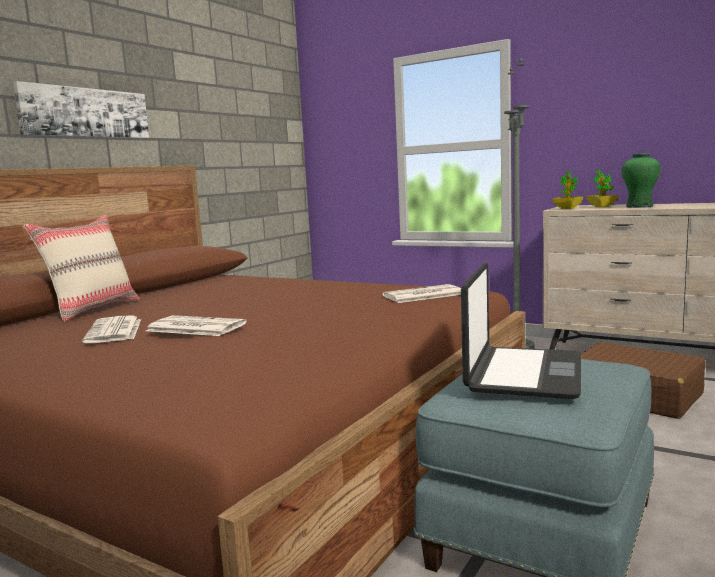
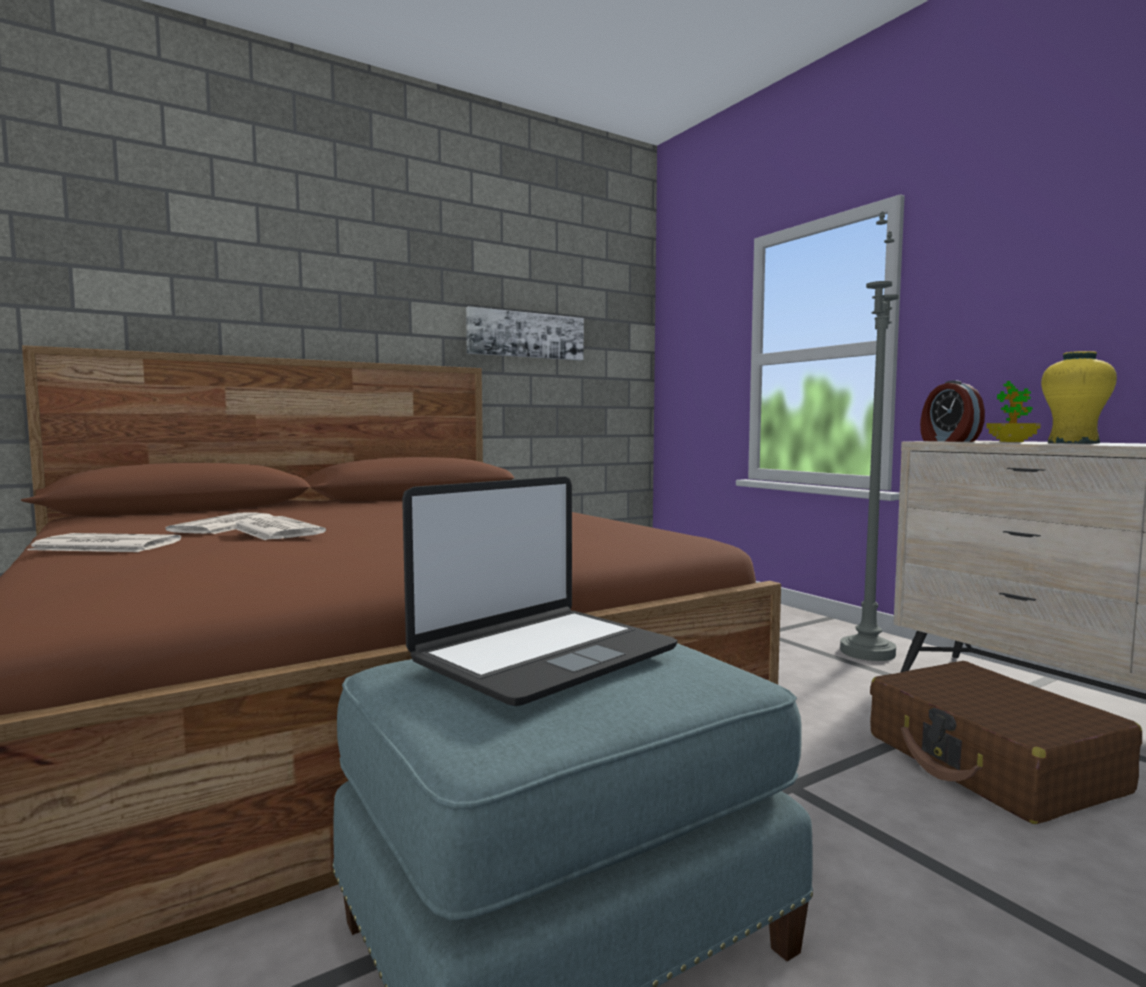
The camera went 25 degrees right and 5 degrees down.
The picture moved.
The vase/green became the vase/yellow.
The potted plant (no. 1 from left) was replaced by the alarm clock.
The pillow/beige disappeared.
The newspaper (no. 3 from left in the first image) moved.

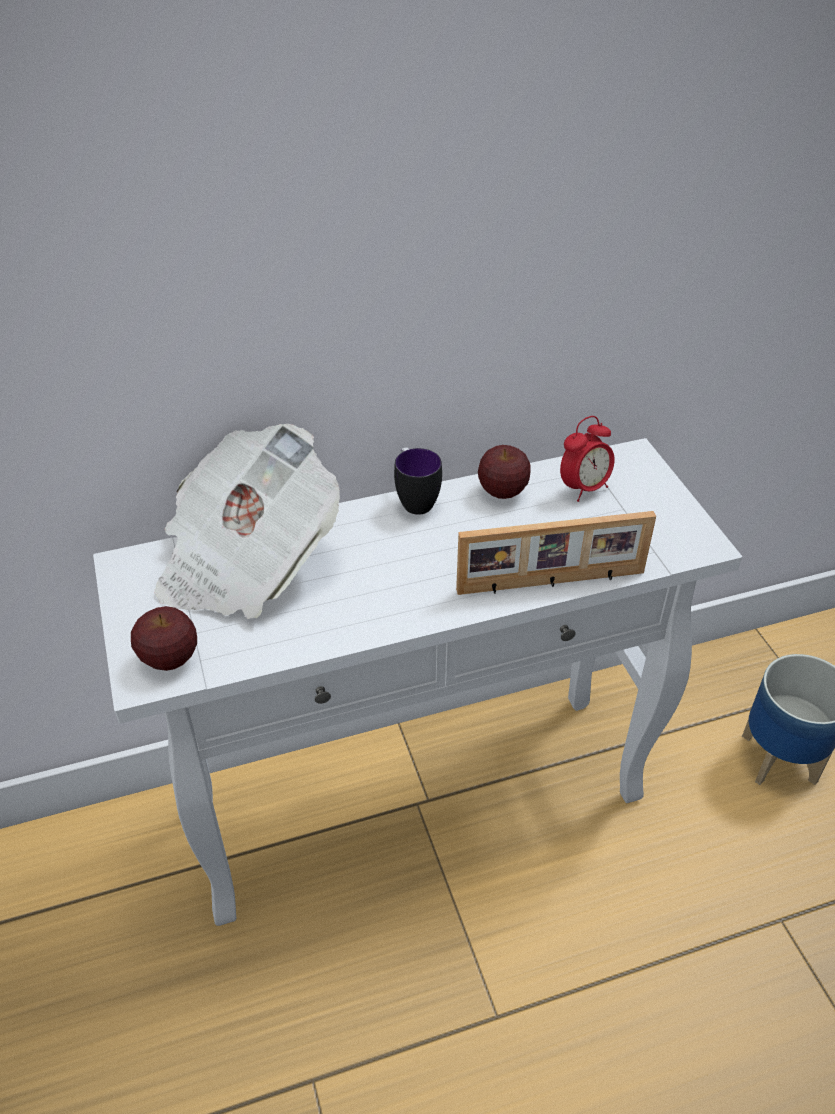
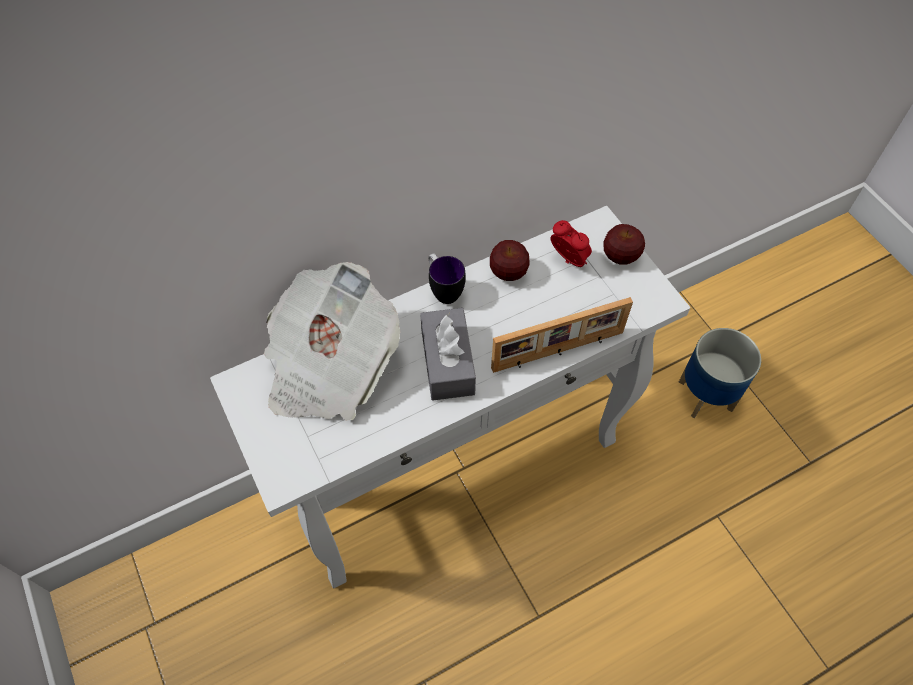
The camera went 10 degrees left and 15 degrees up.
The alarm clock turned 90 degrees counterclockwise.
The apple (no. 1 from left in the first image) moved.
The tissue box/grey appeared.

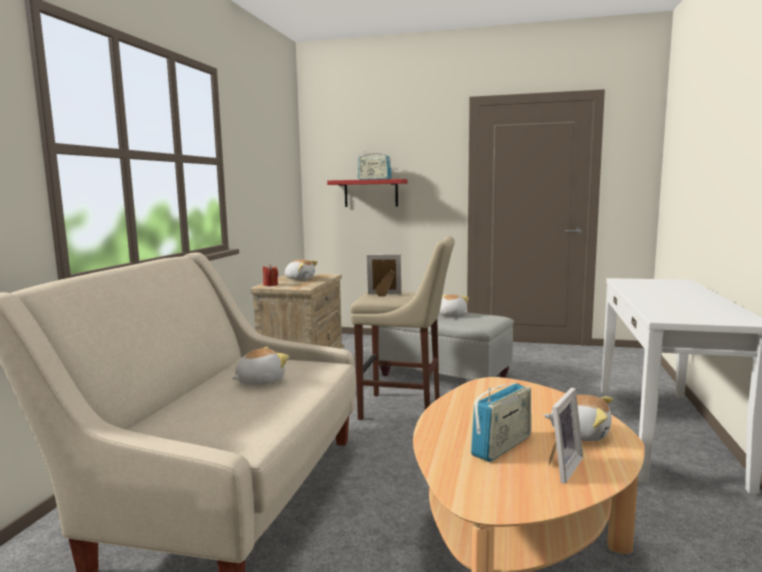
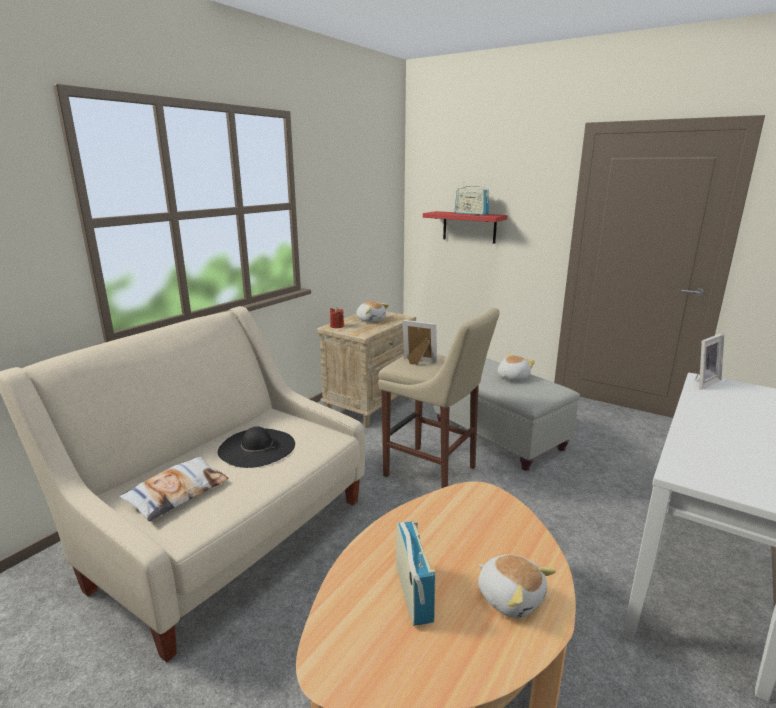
The camera went 20 degrees right and 10 degrees up.
The plush toy (no. 1 from left) was replaced by the hat/black.
The radio (no. 2 from left in the first image) turned 75 degrees counterclockwise.
The picture frame (no. 2 from left) moved.
The pillow appeared.

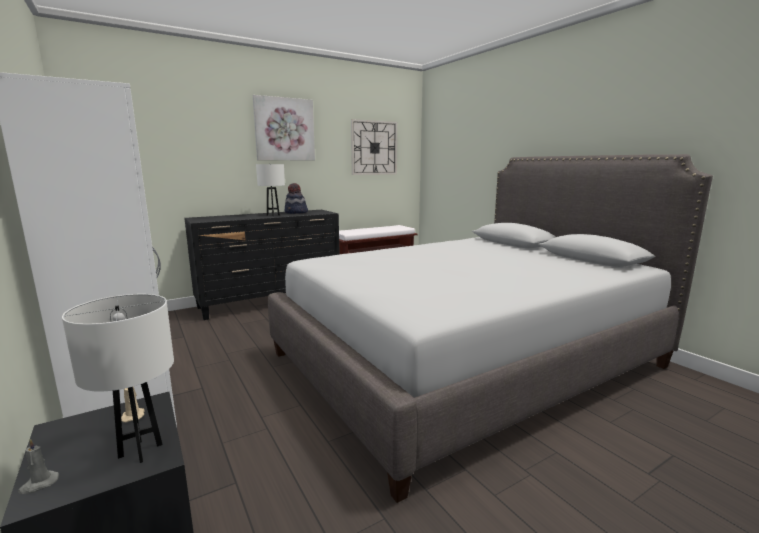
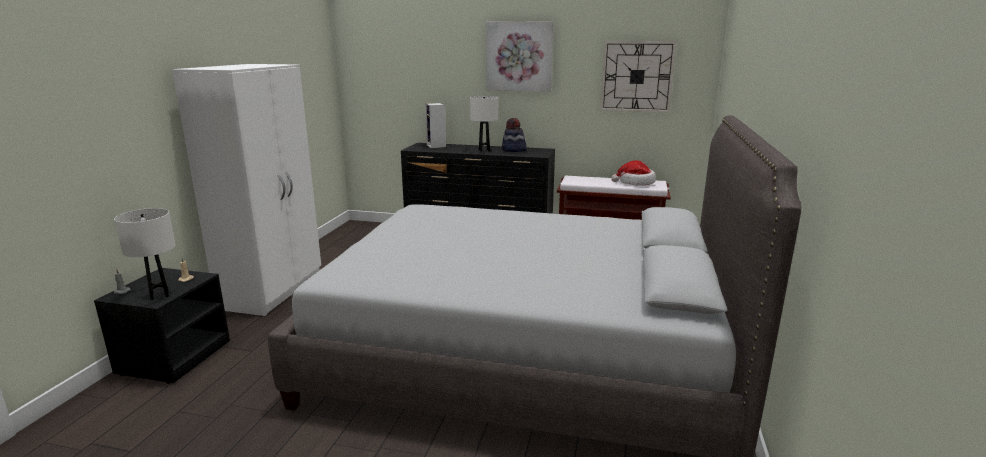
The camera went 45 degrees right and 5 degrees up.
The speaker appeared.
The hat (no. 2 from left) appeared.

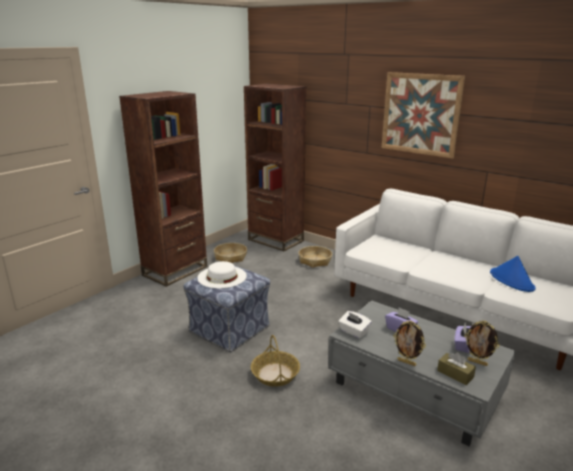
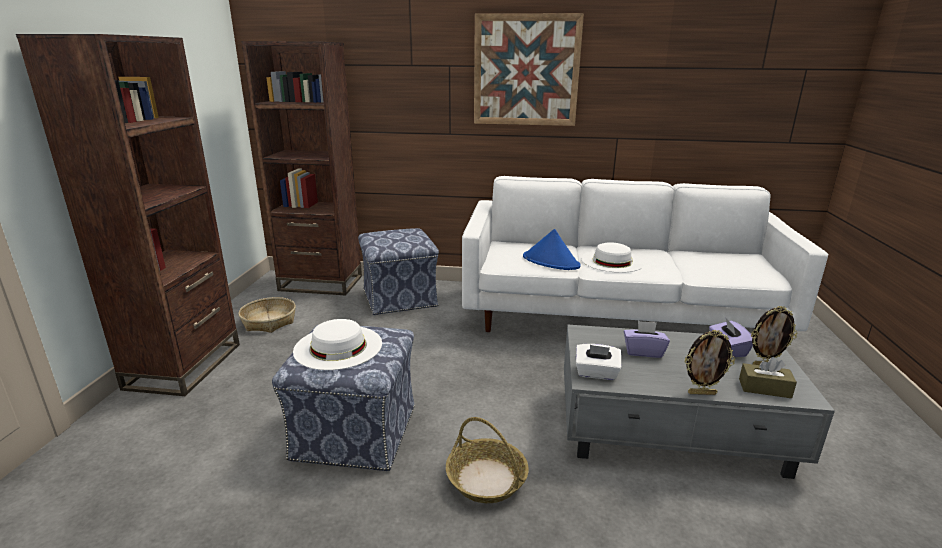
The camera went 30 degrees left and 0 degrees up.
The basket (no. 3 from left) was replaced by the ottoman (no. 2 from left).
The hat/blue moved.
The hat/white (no. 2 from left) appeared.

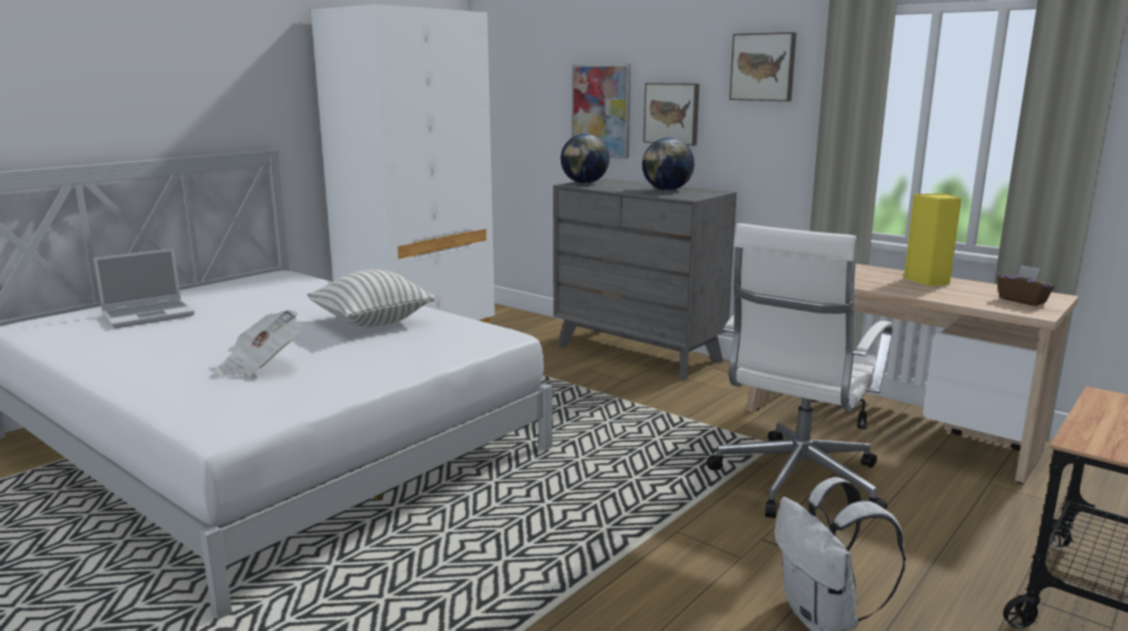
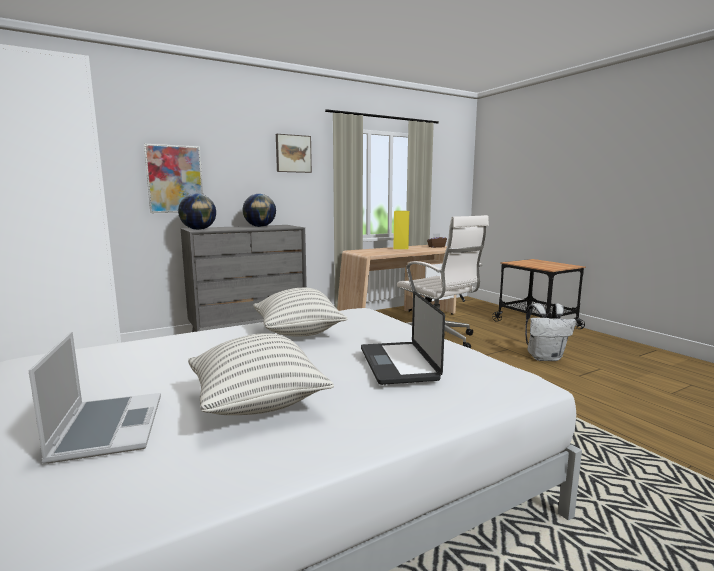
The camera went 70 degrees left and 5 degrees down.
The picture (no. 2 from left) disappeared.
The newspaper was replaced by the laptop (no. 2 from left).
The pillow (no. 1 from left) appeared.

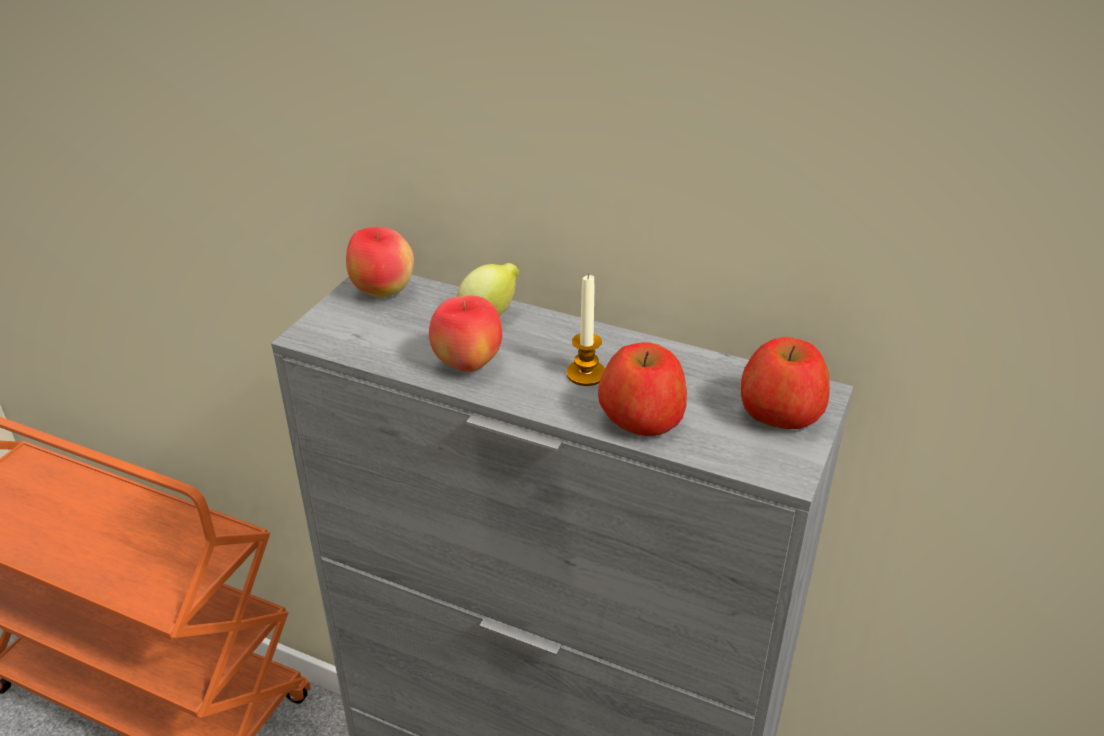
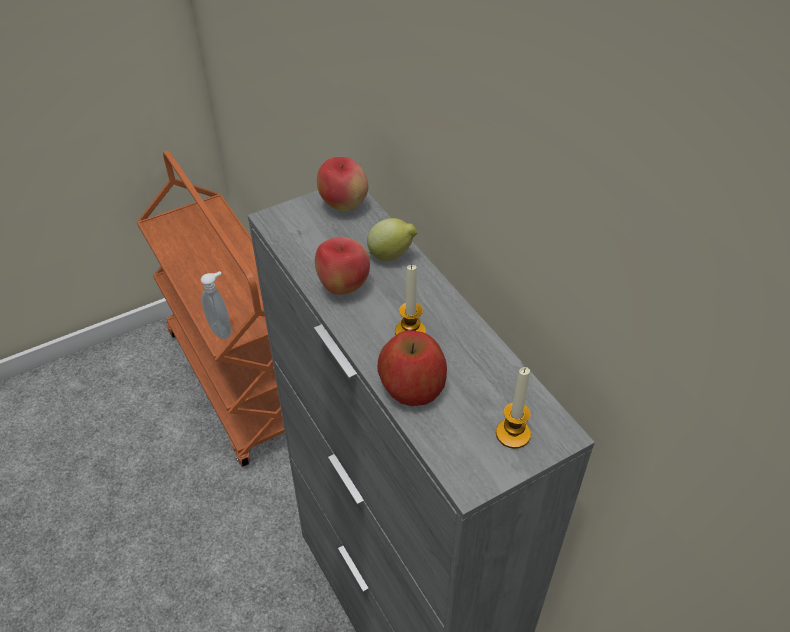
The camera went 35 degrees right and 10 degrees up.
The apple (no. 4 from left) was replaced by the candle (no. 2 from left).
The soap dispenser appeared.

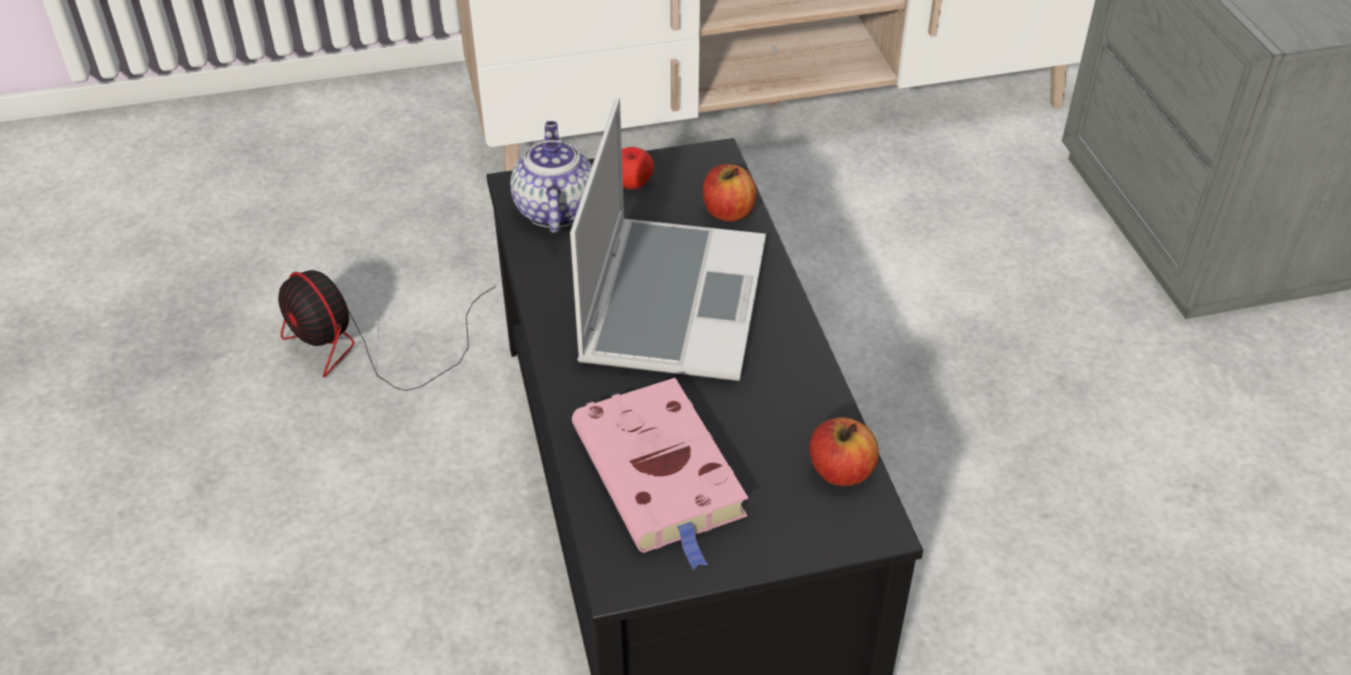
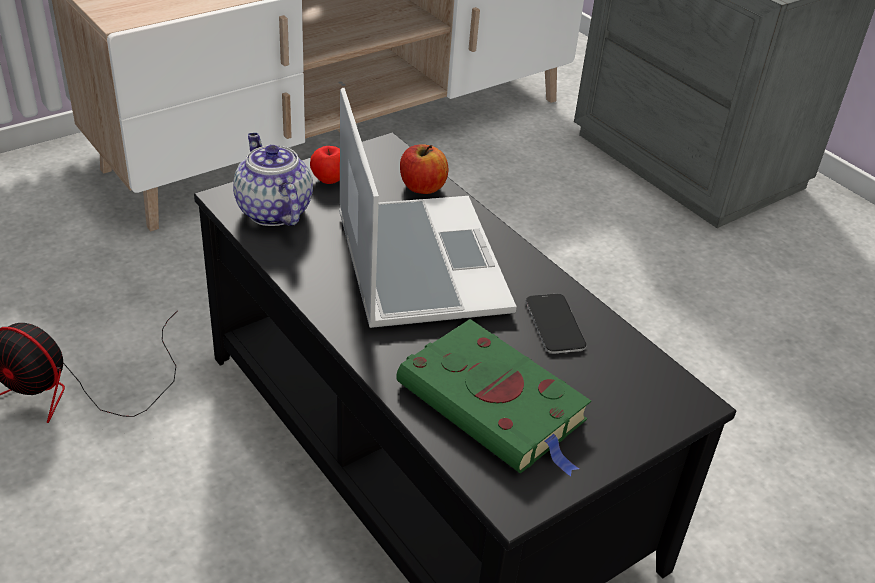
The camera went 25 degrees left and 5 degrees down.
The book/pink became the book/green.
The apple (no. 3 from left) disappeared.
The phone appeared.

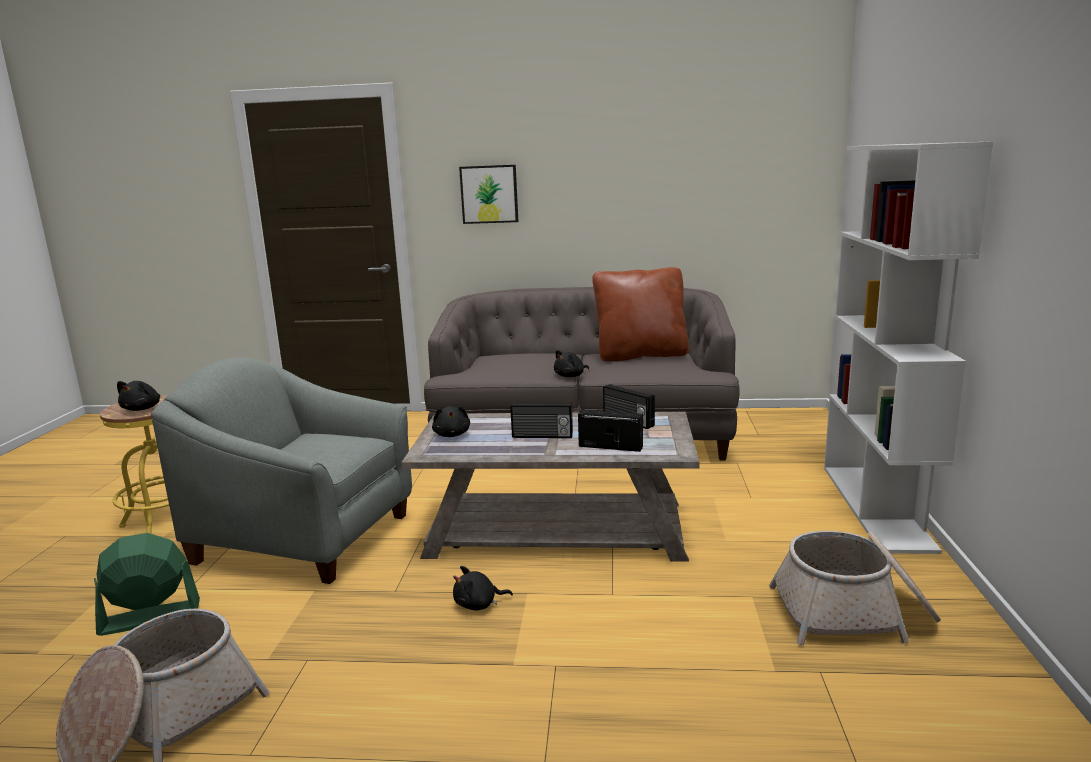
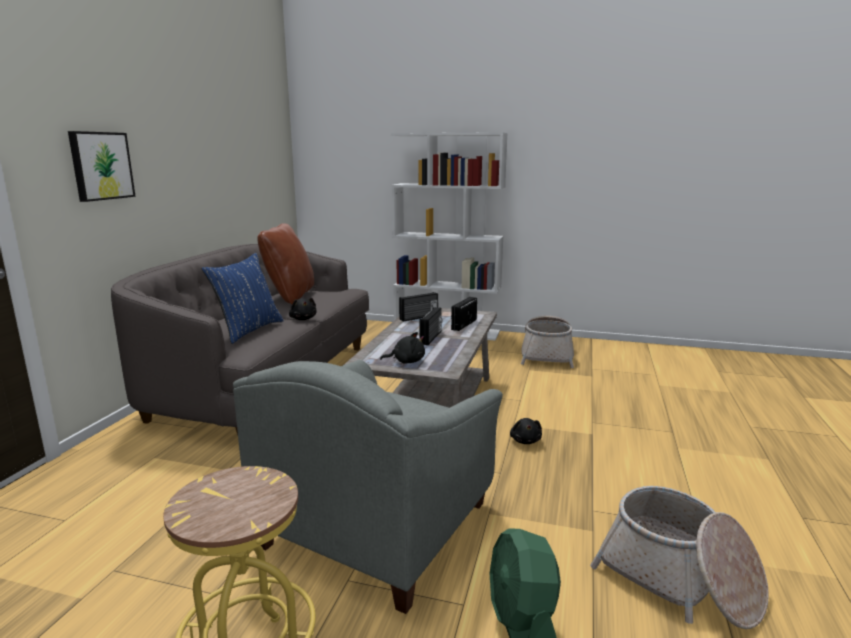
The camera went 80 degrees left and 0 degrees up.
The plush toy/black (no. 1 from left) disappeared.
The pillow/blue appeared.

